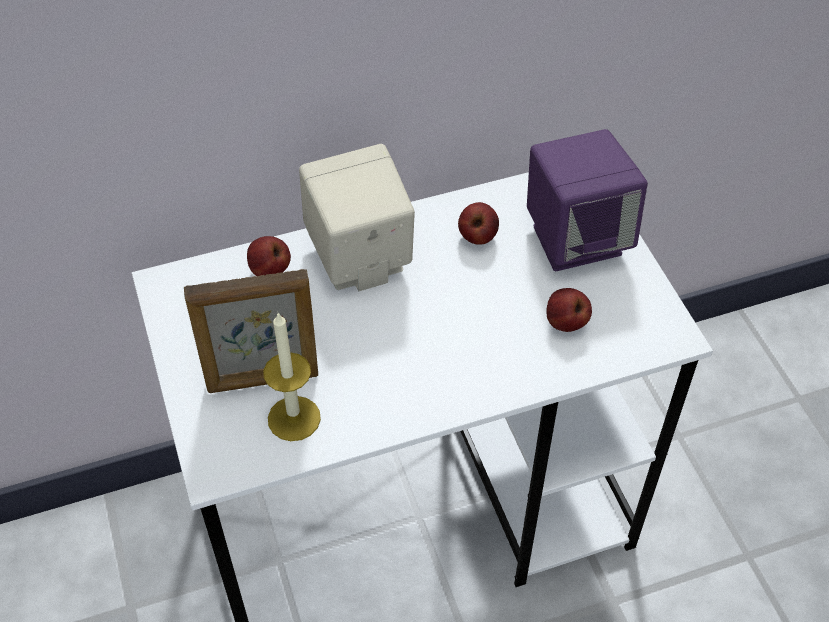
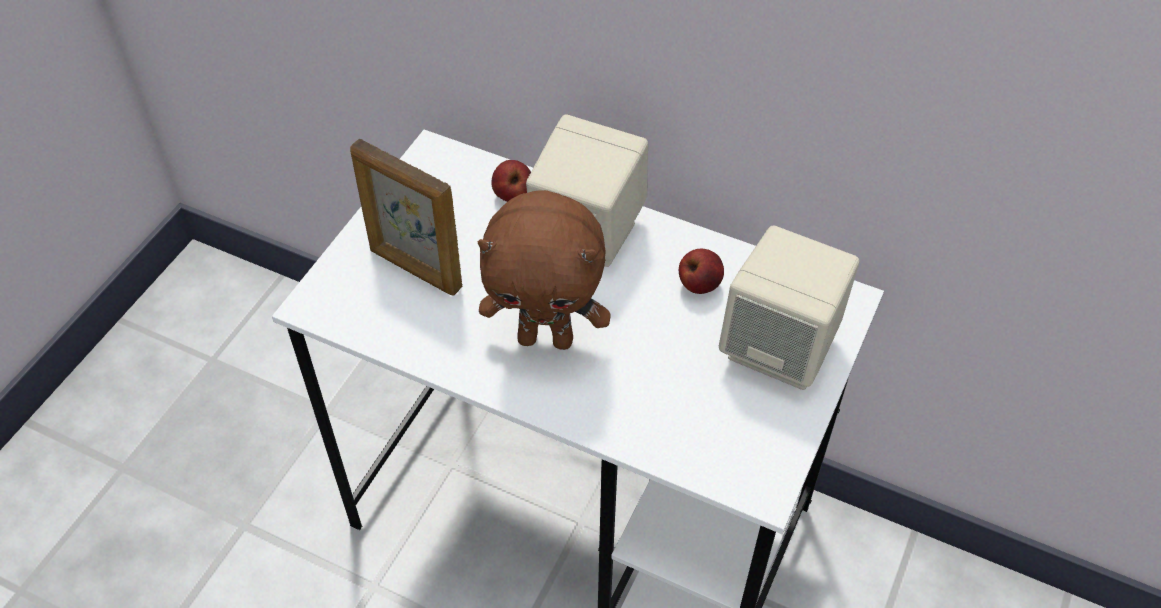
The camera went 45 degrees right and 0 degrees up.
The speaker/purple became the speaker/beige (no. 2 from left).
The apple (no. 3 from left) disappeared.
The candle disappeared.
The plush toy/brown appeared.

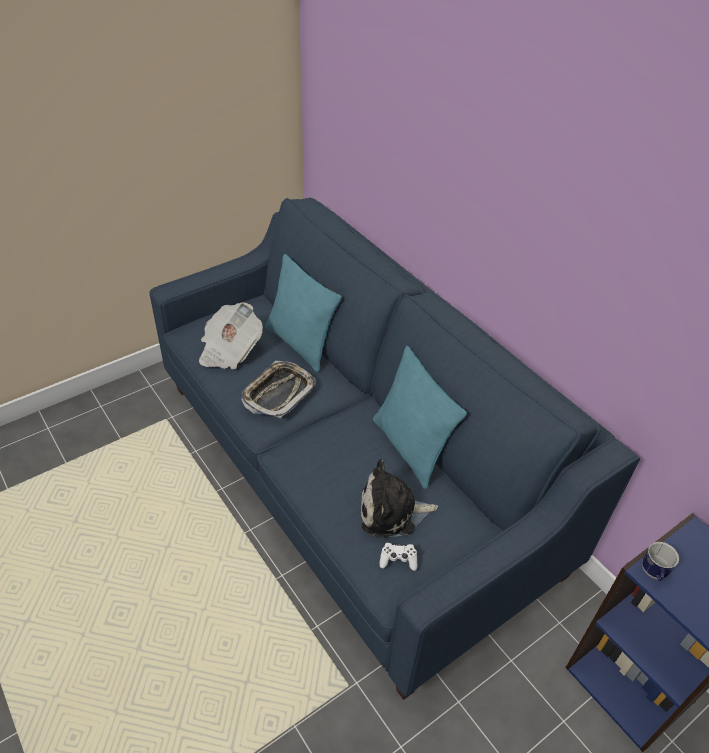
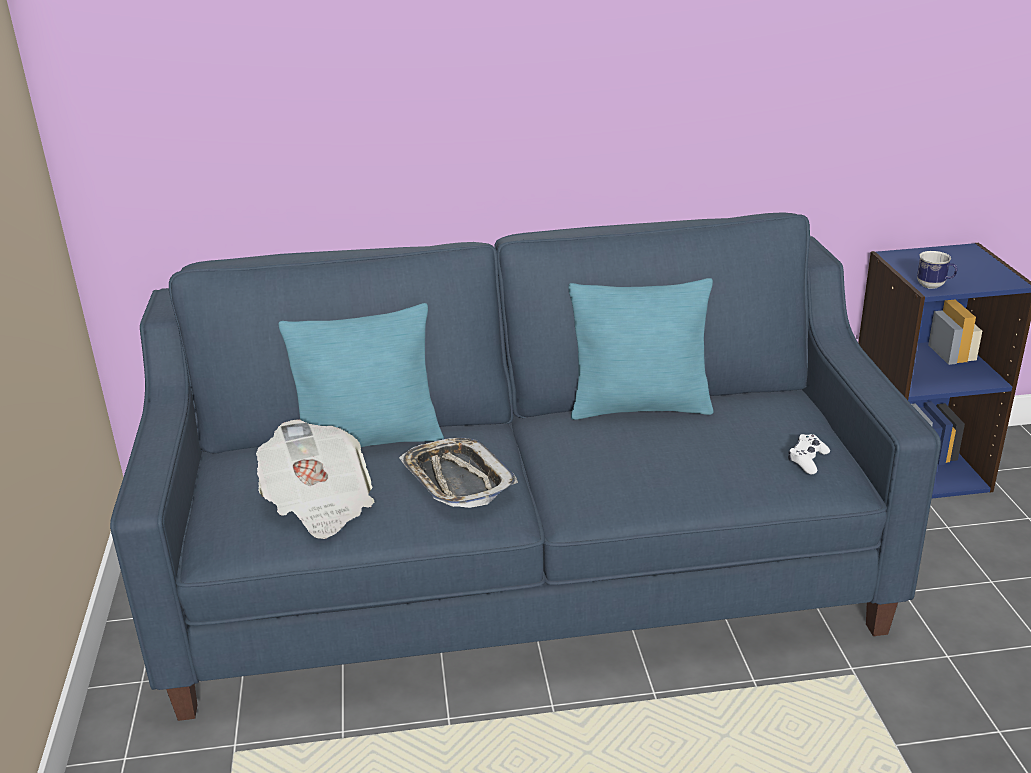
The camera went 60 degrees left and 15 degrees down.
The plush toy disappeared.

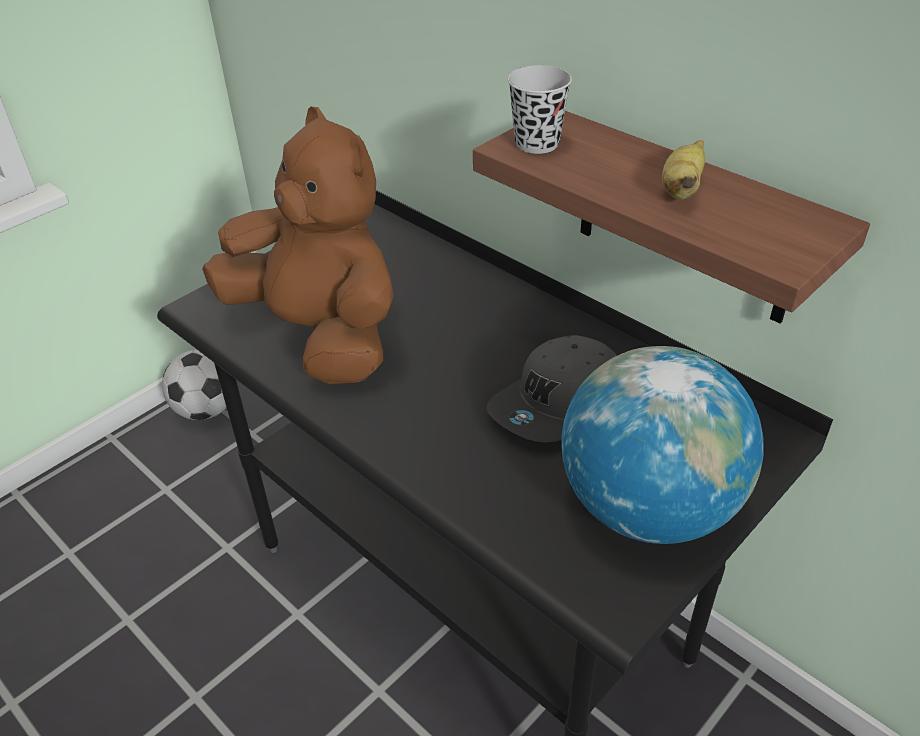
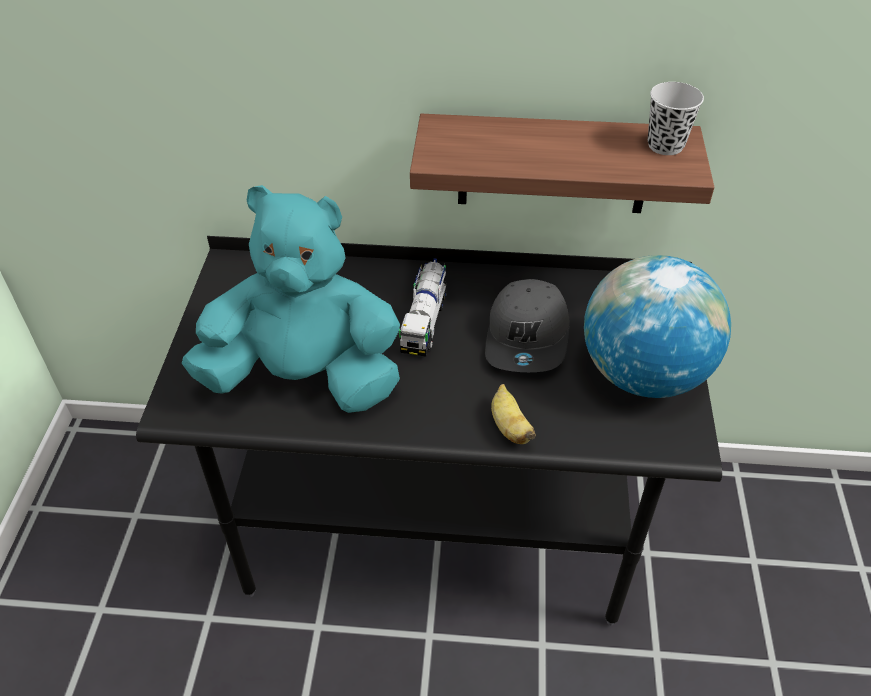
The camera went 40 degrees left and 5 degrees up.
The cup/black moved.
The plush toy/brown became the plush toy/turquoise.
The banana moved.
The football disappeared.
The toy truck appeared.

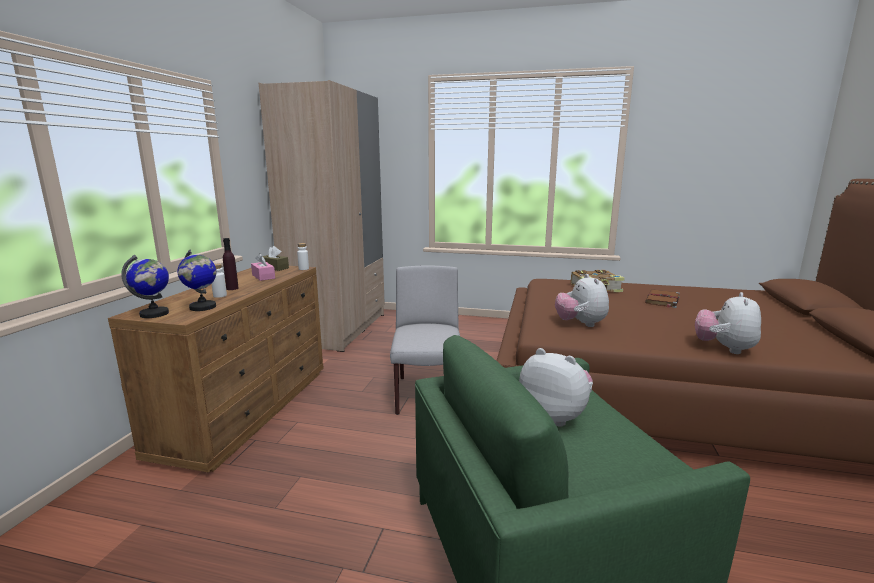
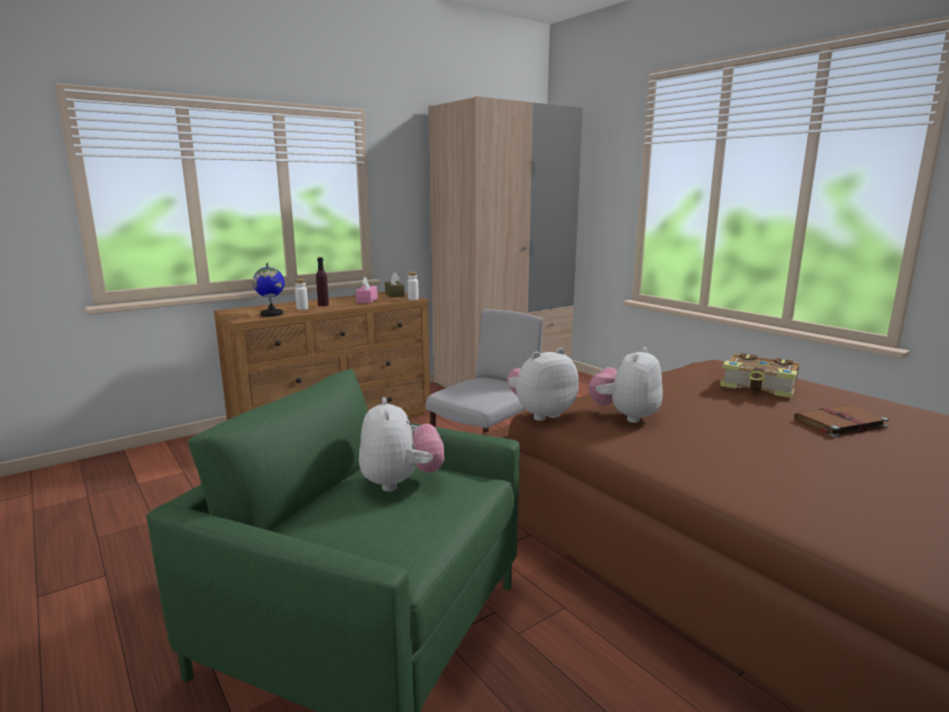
The camera went 40 degrees right and 0 degrees up.
The globe (no. 1 from left) disappeared.
The plush toy (no. 3 from left in the first image) moved.

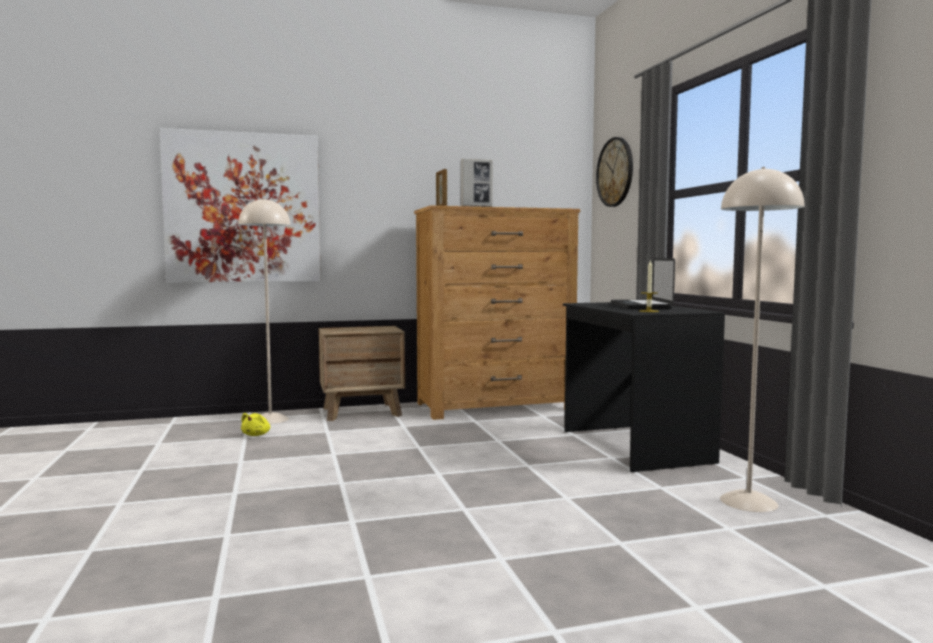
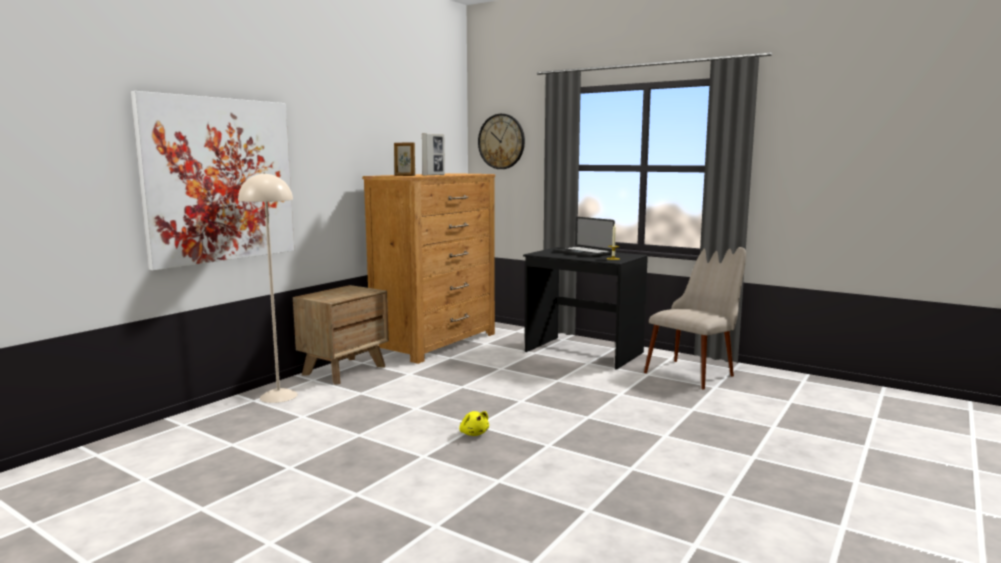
The camera went 40 degrees left and 5 degrees up.
The floor lamp/beige (no. 2 from left) was replaced by the chair/beige.
The plush toy/yellow moved.

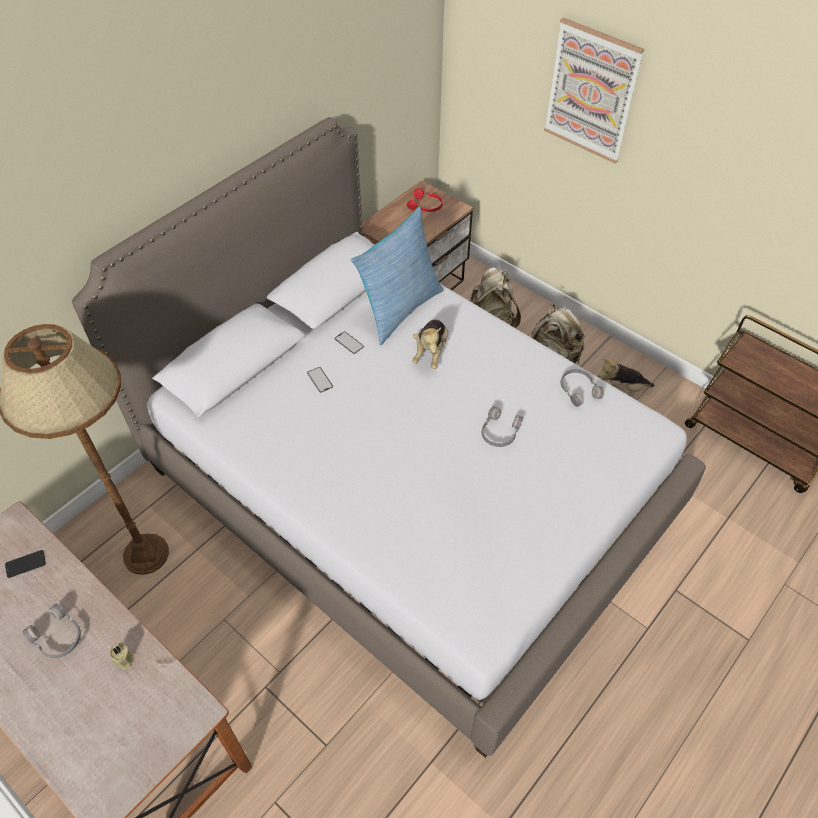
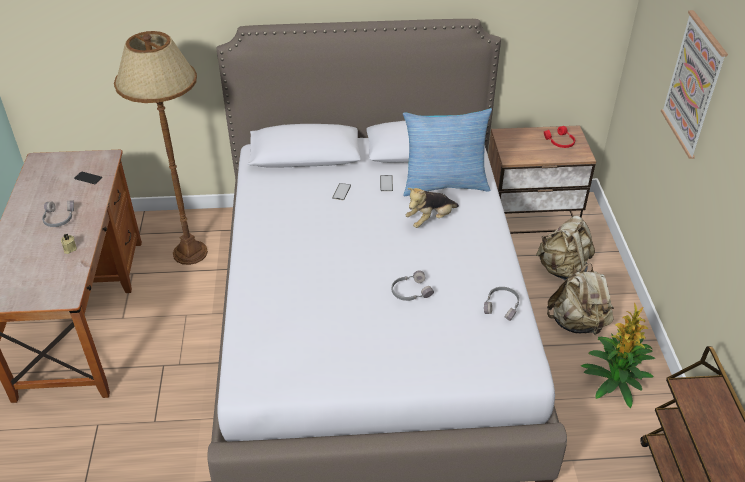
The camera went 45 degrees right and 10 degrees down.
The plush toy (no. 2 from left) was replaced by the potted plant.

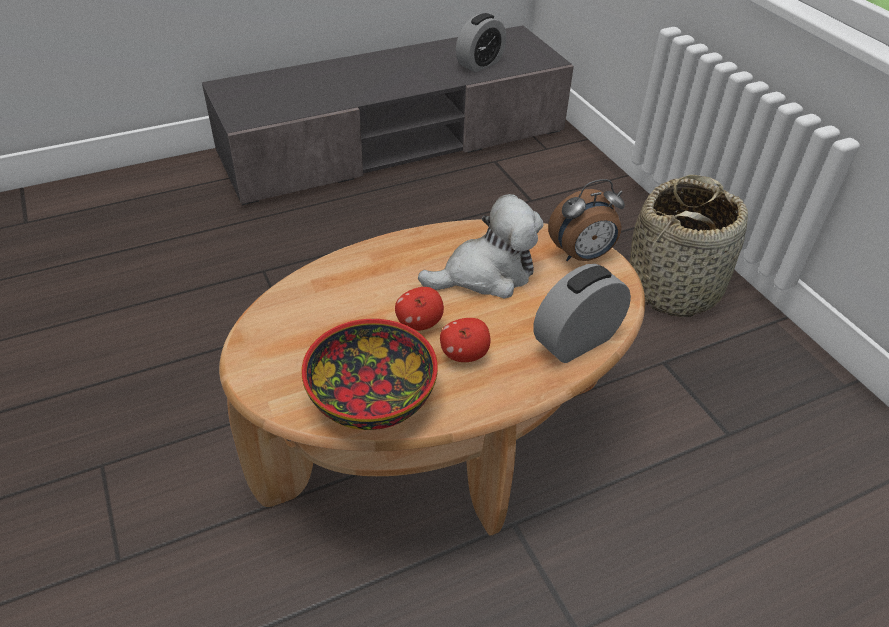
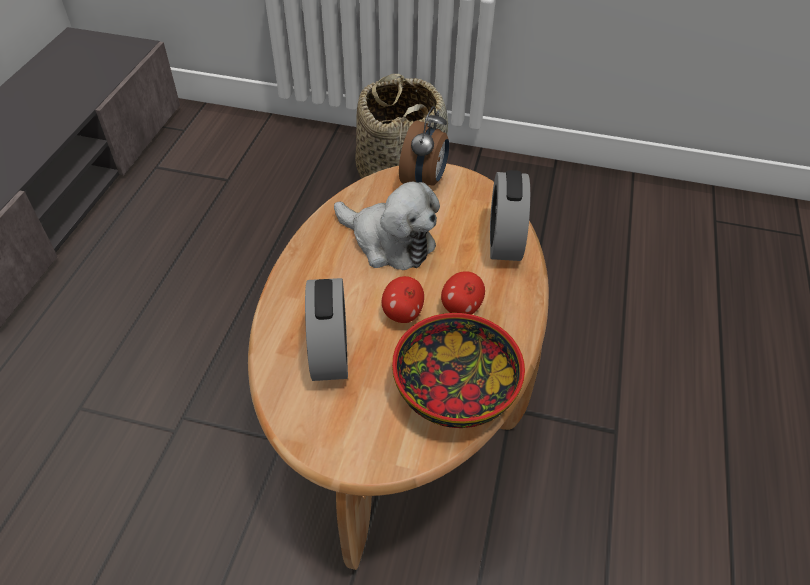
The camera went 50 degrees left and 5 degrees up.
The alarm clock (no. 1 from left) moved.
The plush toy turned 105 degrees clockwise.

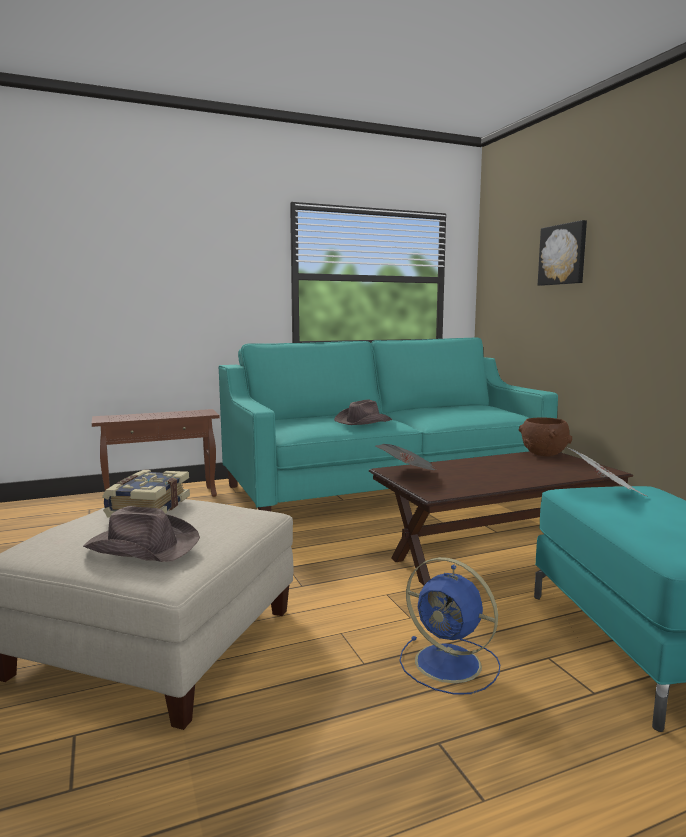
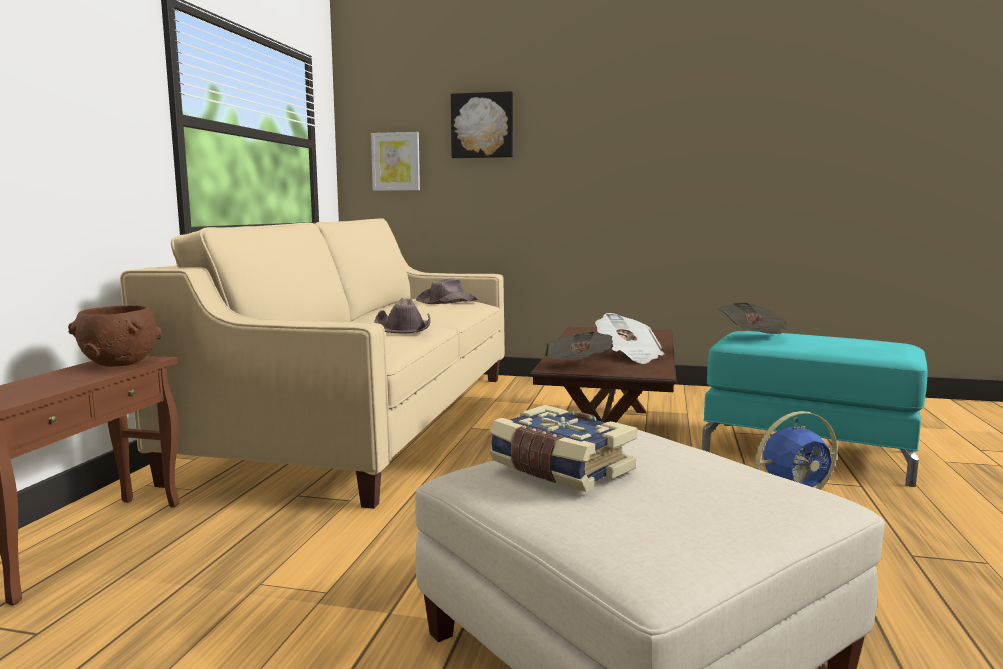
The camera went 55 degrees left and 0 degrees up.
The sofa/turquoise became the sofa/beige.
The bowl/brown moved.
The hat/brown (no. 1 from left in the first image) moved.
The picture (no. 1 from left) appeared.
The newspaper (no. 2 from left) appeared.

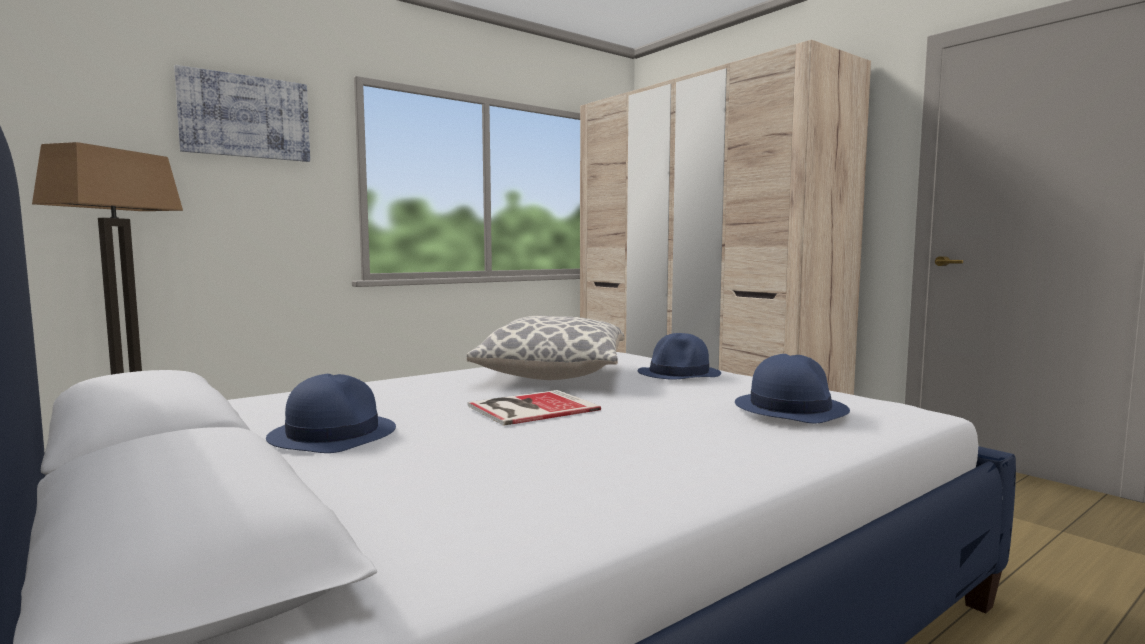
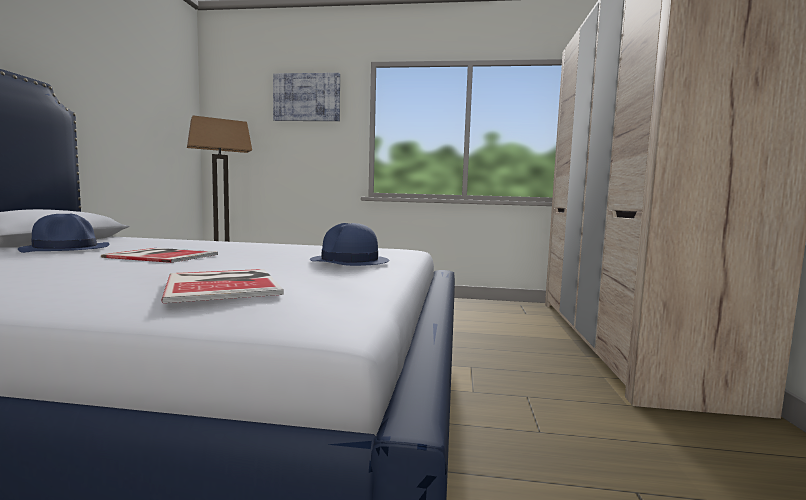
The camera went 45 degrees right and 0 degrees up.
The pillow disappeared.
The hat/blue (no. 3 from left) was replaced by the book (no. 2 from left).

